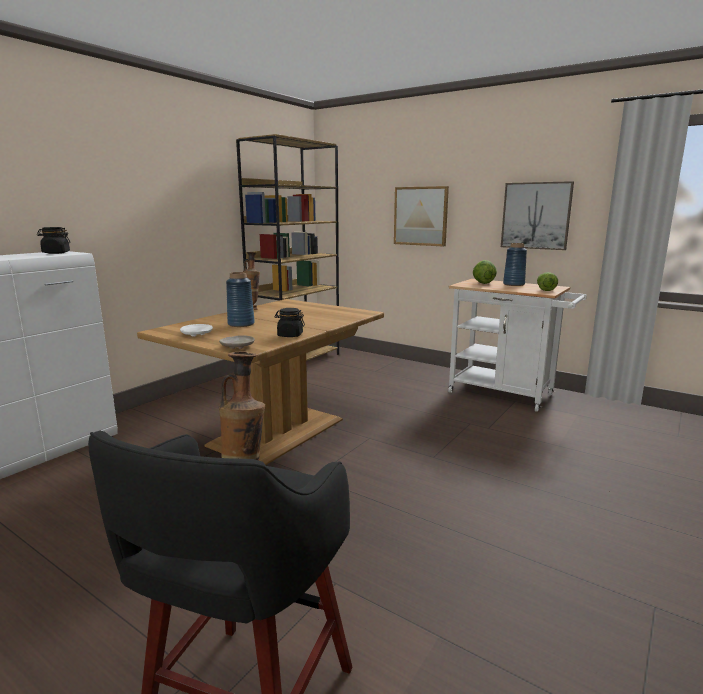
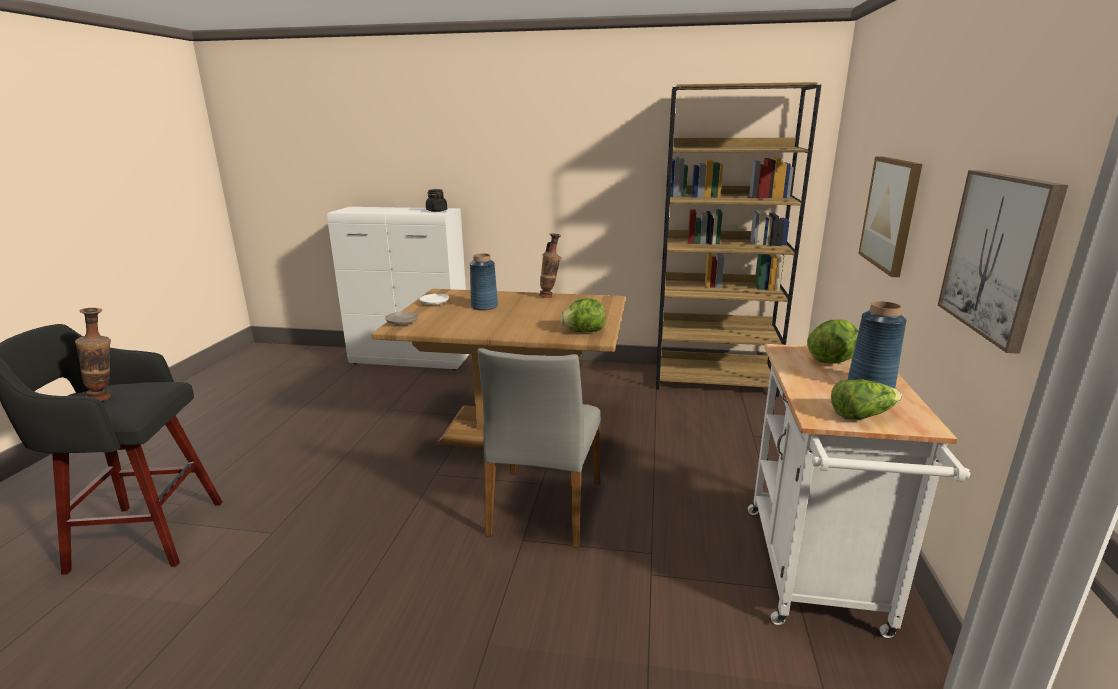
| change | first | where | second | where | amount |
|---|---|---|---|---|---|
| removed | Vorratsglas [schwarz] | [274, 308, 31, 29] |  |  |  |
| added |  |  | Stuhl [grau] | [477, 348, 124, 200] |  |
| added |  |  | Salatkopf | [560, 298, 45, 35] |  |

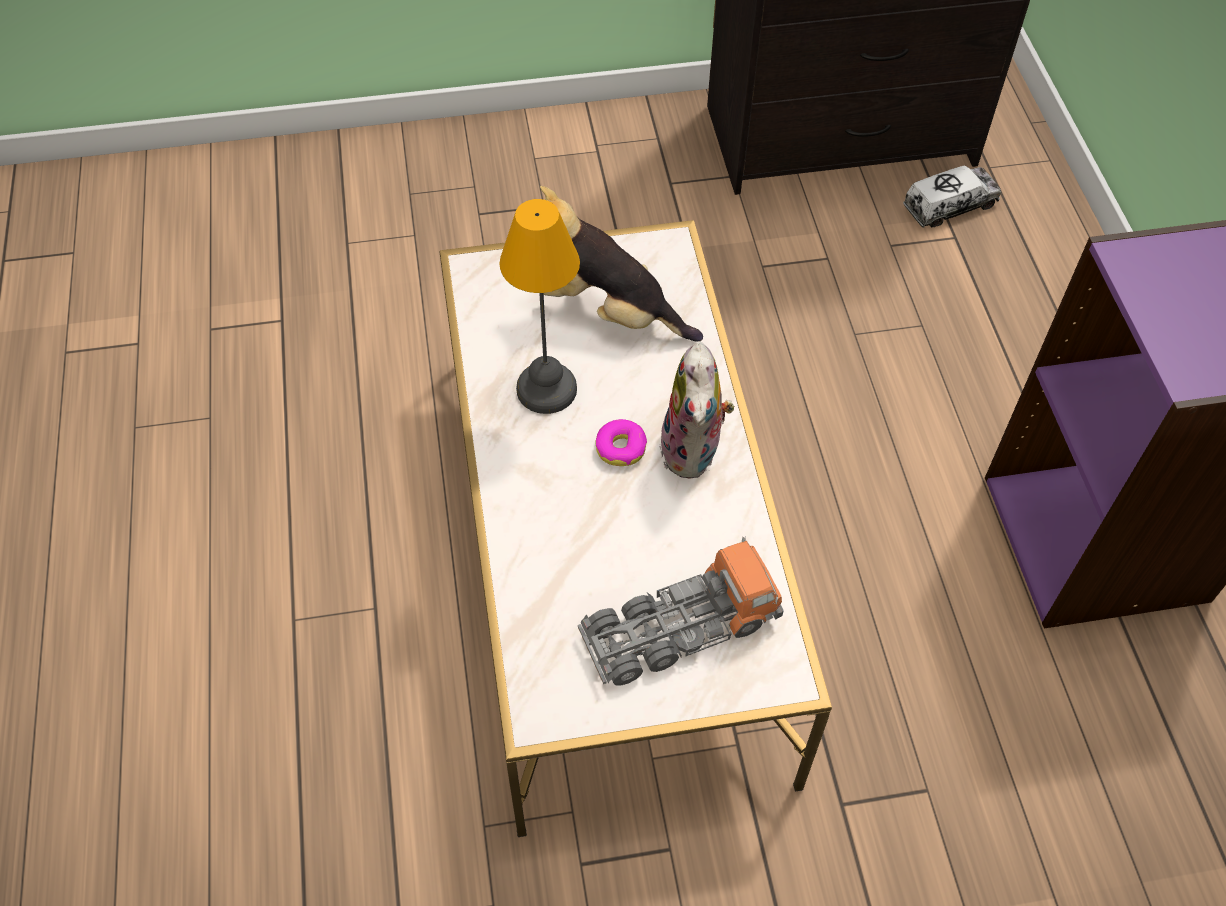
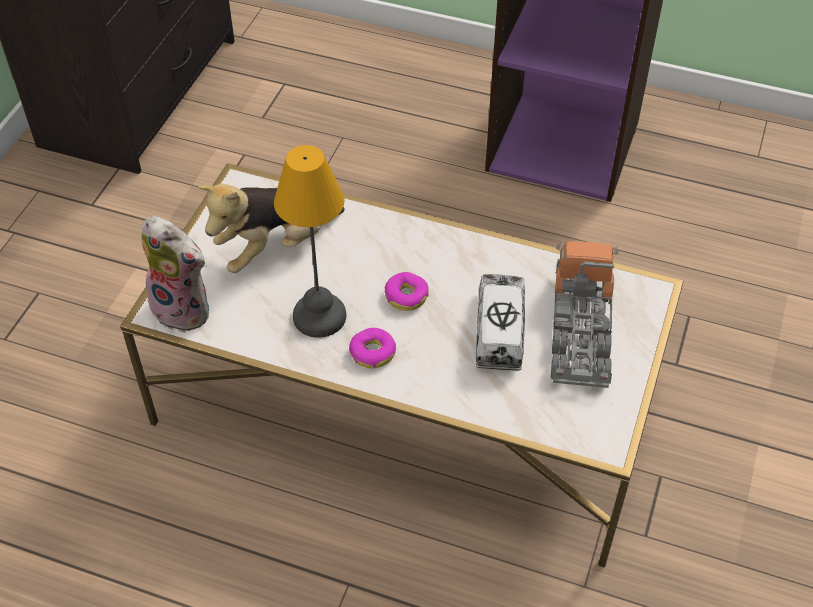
| change | first | where | second | where | amount |
|---|---|---|---|---|---|
| added |  |  | Donut | [349, 328, 47, 40] |  |
| moved | Plüschtier | [660, 341, 75, 138] |  | [141, 216, 68, 117] |  |
| moved | Spielzeuglaster | [903, 165, 98, 63] |  | [476, 274, 49, 97] |  |

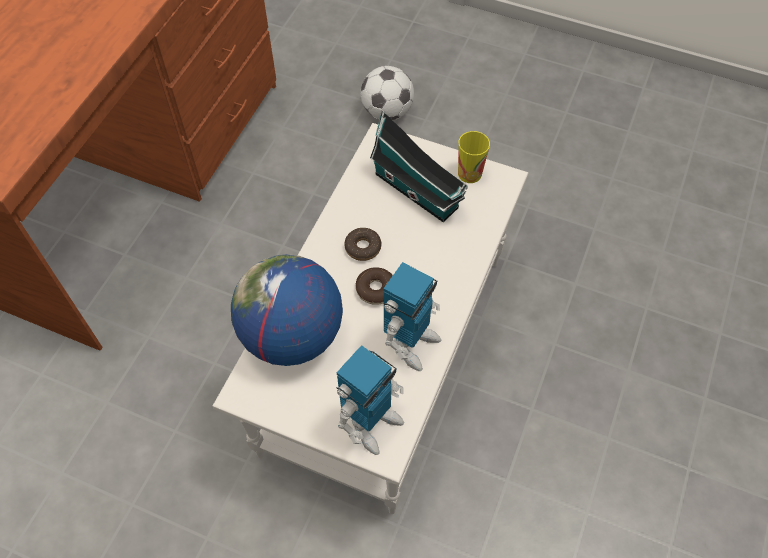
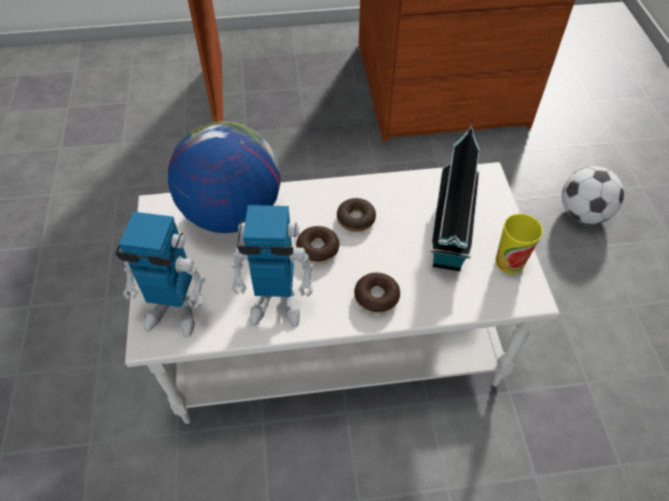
| change | first | where | second | where | amount |
|---|---|---|---|---|---|
| added |  |  | Donut | [354, 273, 46, 41] |  |

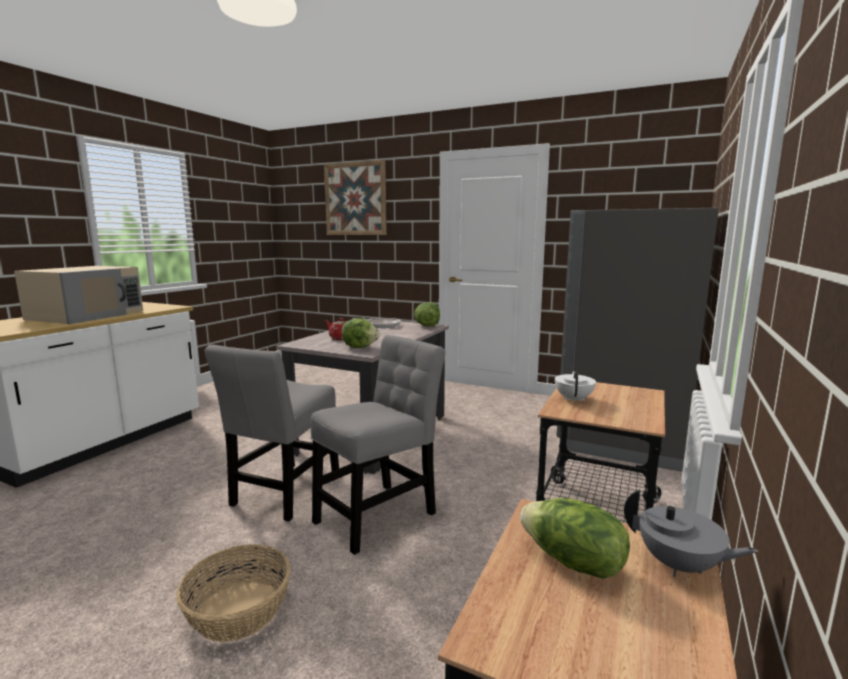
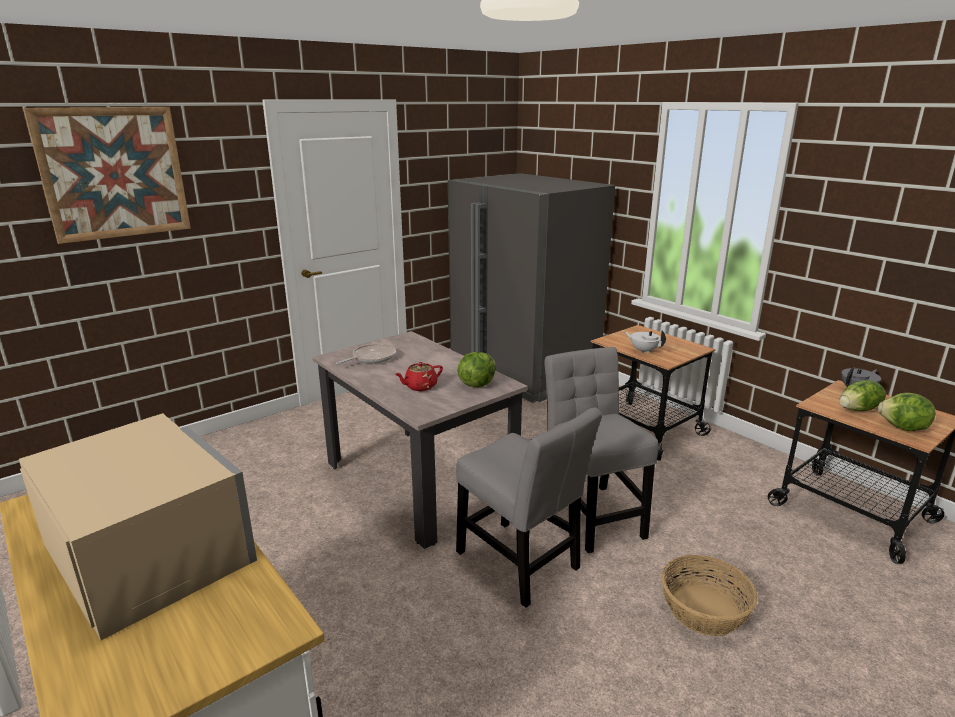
| change | first | where | second | where | amount |
|---|---|---|---|---|---|
| moved | Salatkopf | [414, 302, 26, 25] |  | [878, 393, 57, 38] |  |

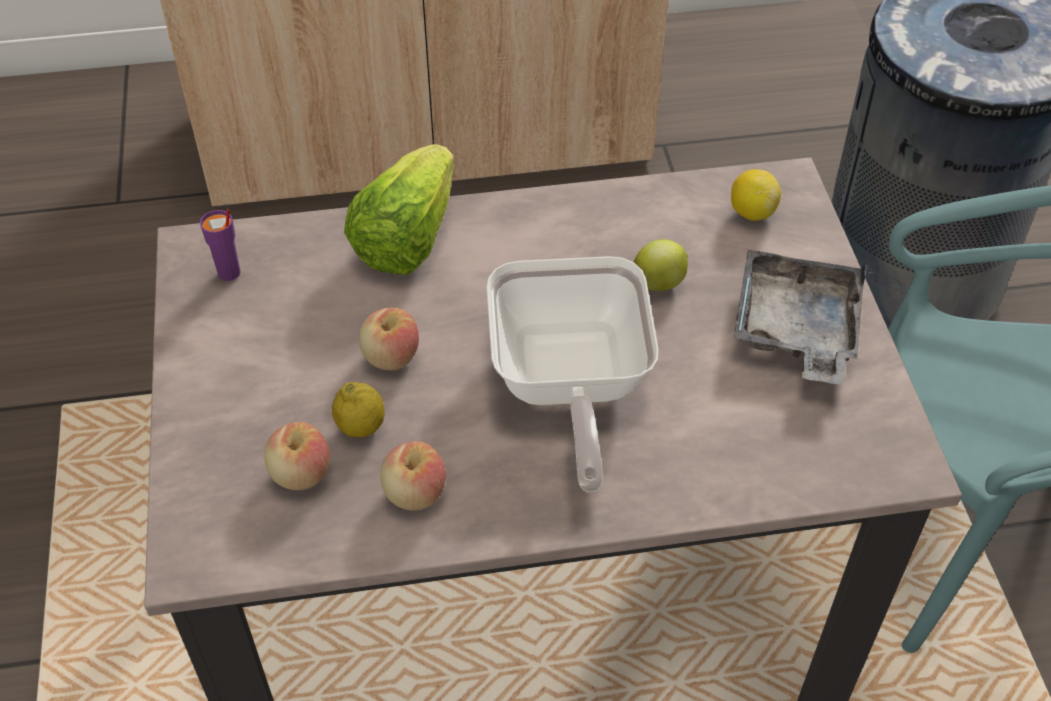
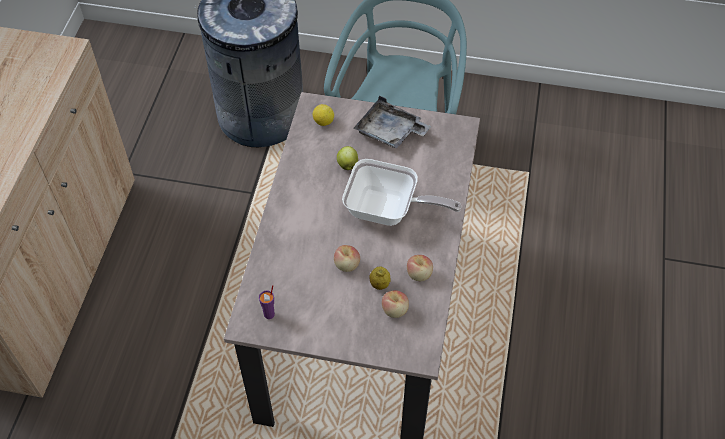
| change | first | where | second | where | amount |
|---|---|---|---|---|---|
| removed | Salatkopf | [344, 144, 110, 130] |  |  |  |

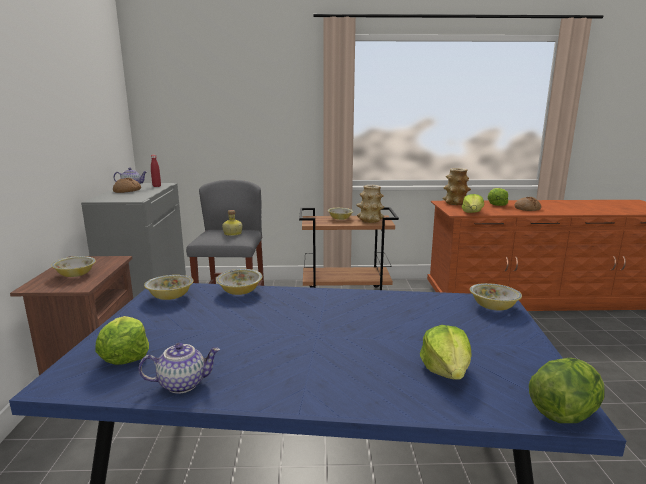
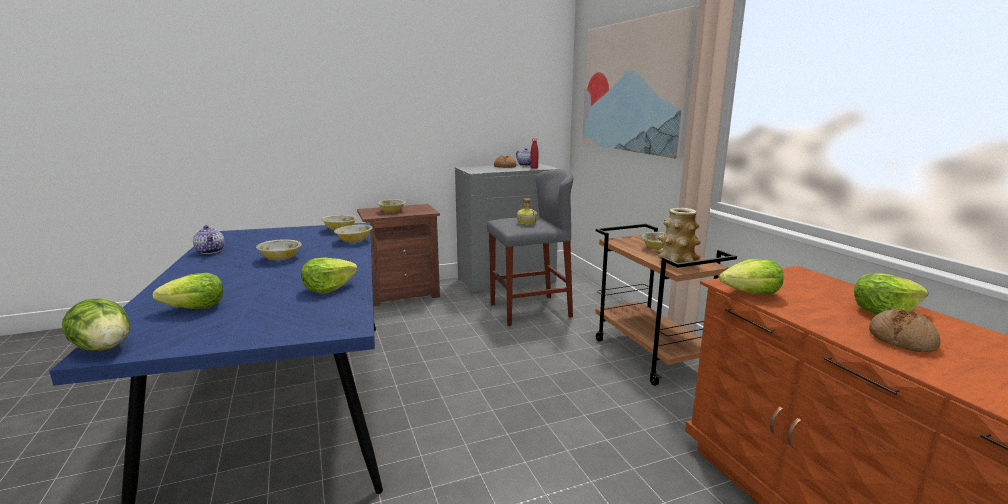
| change | first | where | second | where | amount |
|---|---|---|---|---|---|
| removed | Vase | [442, 168, 29, 37] |  |  |  |
| added |  |  | Bild | [582, 7, 112, 151] |  |
| moved | Salatkopf | [95, 316, 54, 49] |  | [301, 258, 57, 36] |  |
| moved | Schüssel | [470, 283, 52, 28] |  | [256, 240, 46, 20] |  |

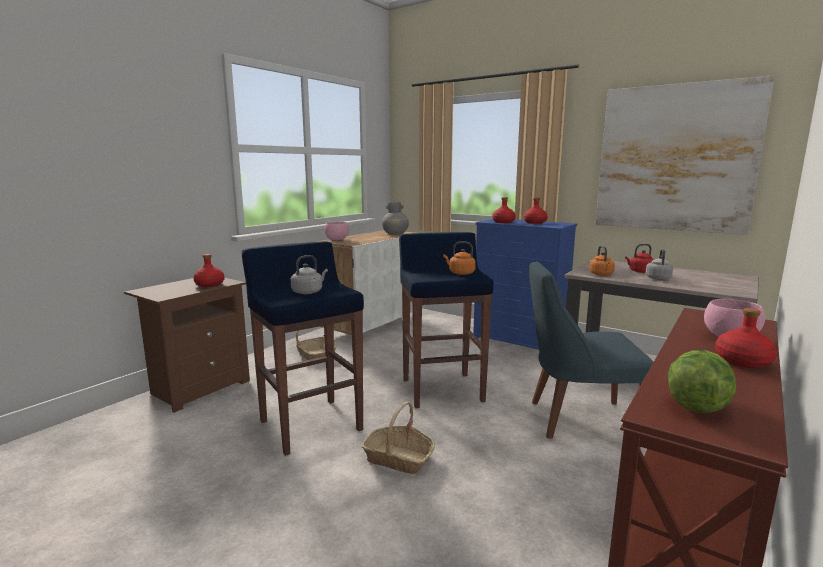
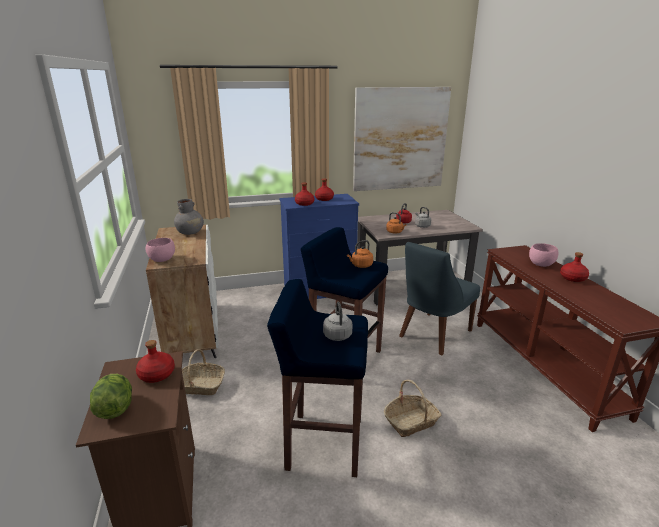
| change | first | where | second | where | amount |
|---|---|---|---|---|---|
| moved | Salatkopf | [668, 350, 68, 63] |  | [90, 374, 42, 45] |  |

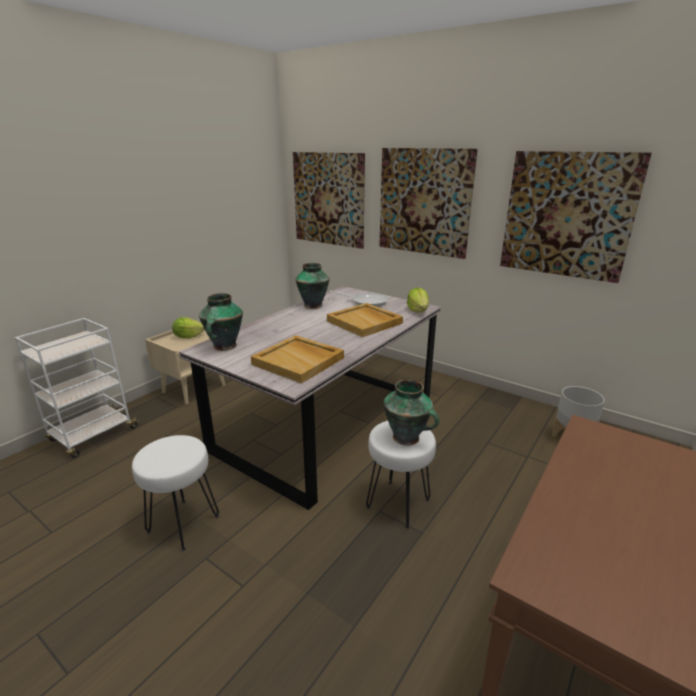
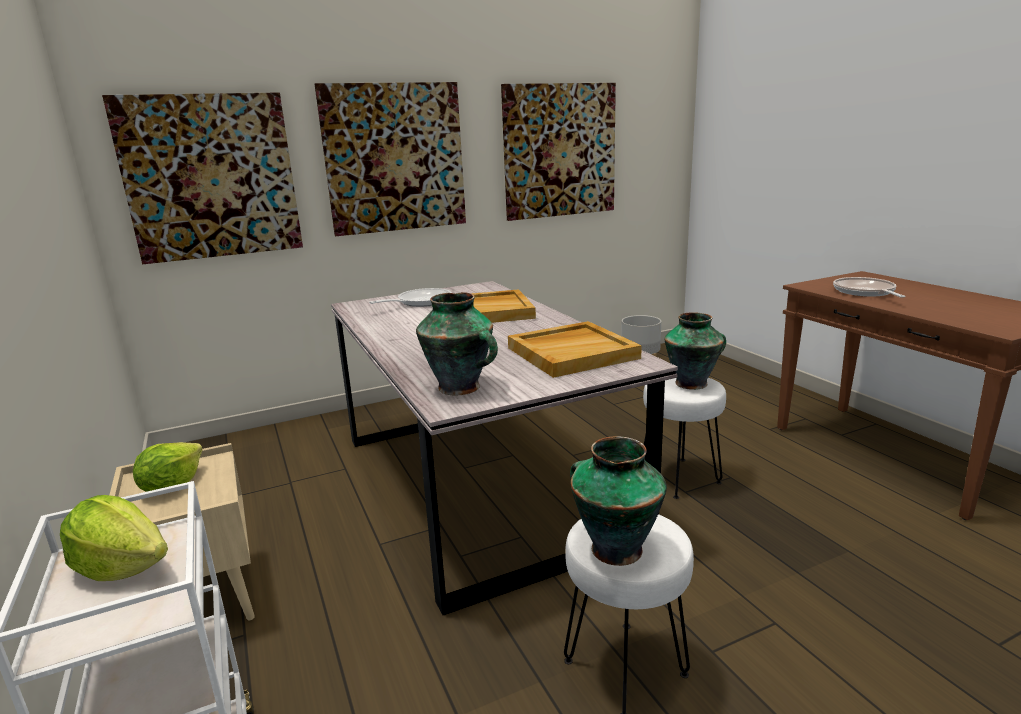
| change | first | where | second | where | amount |
|---|---|---|---|---|---|
| added |  |  | Pfanne | [833, 277, 73, 21] |  |
| moved | Vase | [295, 263, 35, 46] |  | [570, 436, 97, 130] |  |
| moved | Salatkopf | [407, 288, 22, 25] |  | [60, 495, 108, 86] |  |

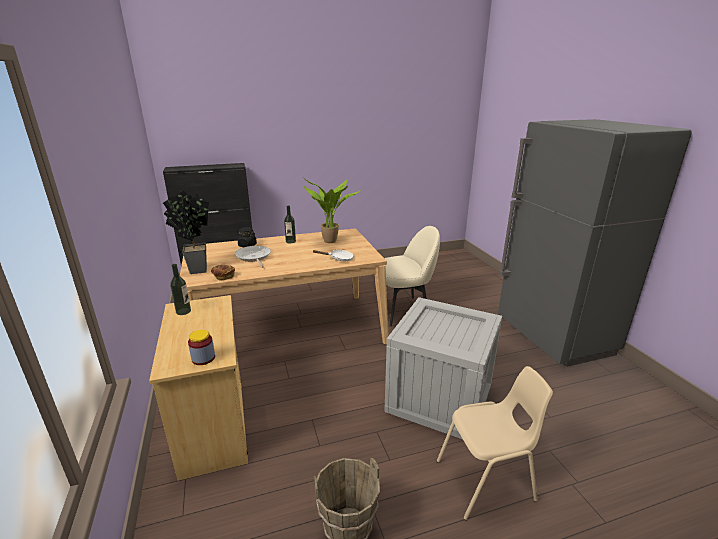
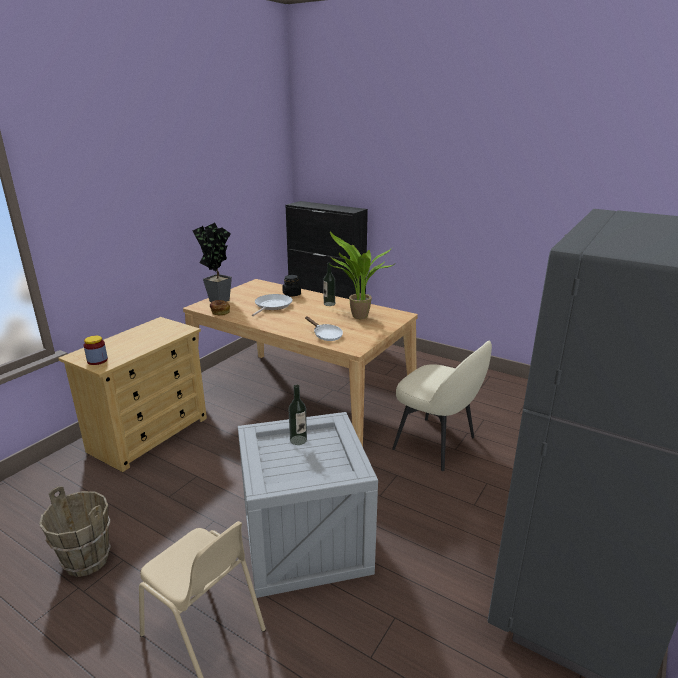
| change | first | where | second | where | amount |
|---|---|---|---|---|---|
| moved | Flasche | [170, 264, 21, 51] |  | [289, 385, 18, 60] |  |

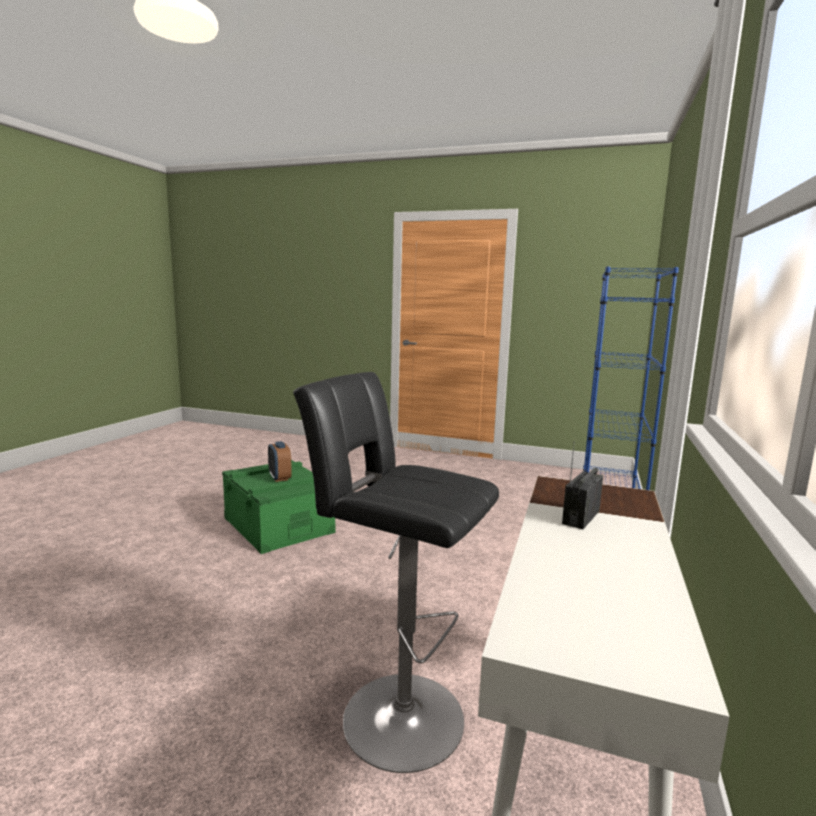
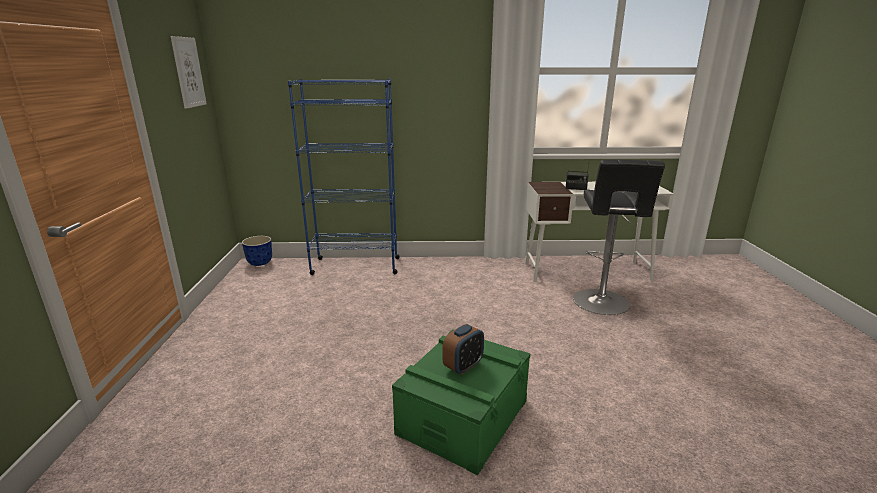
| change | first | where | second | where | amount |
|---|---|---|---|---|---|
| added |  |  | Bild | [171, 36, 36, 73] |  |
| added |  |  | Pflanzkübel | [242, 236, 30, 30] |  |

